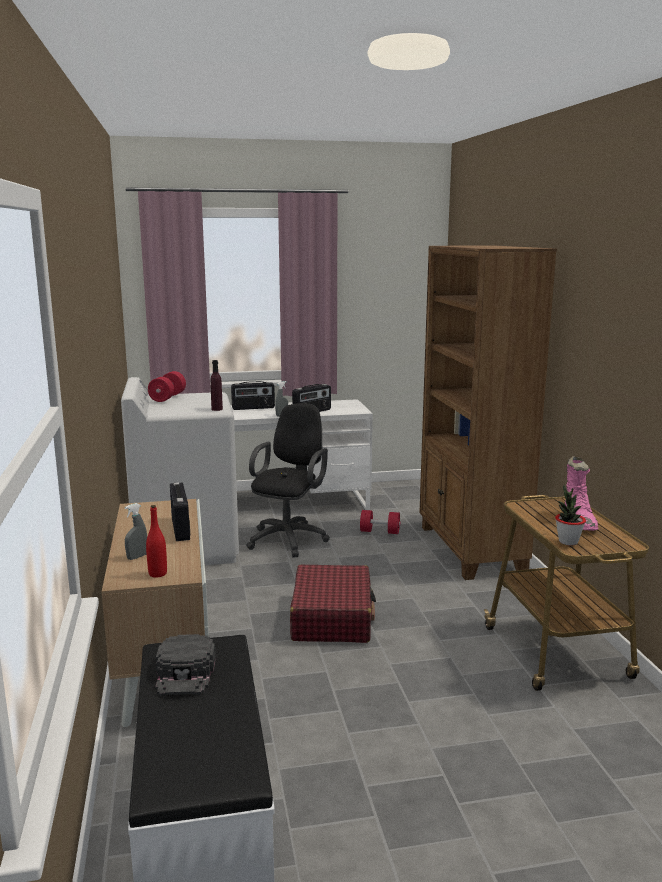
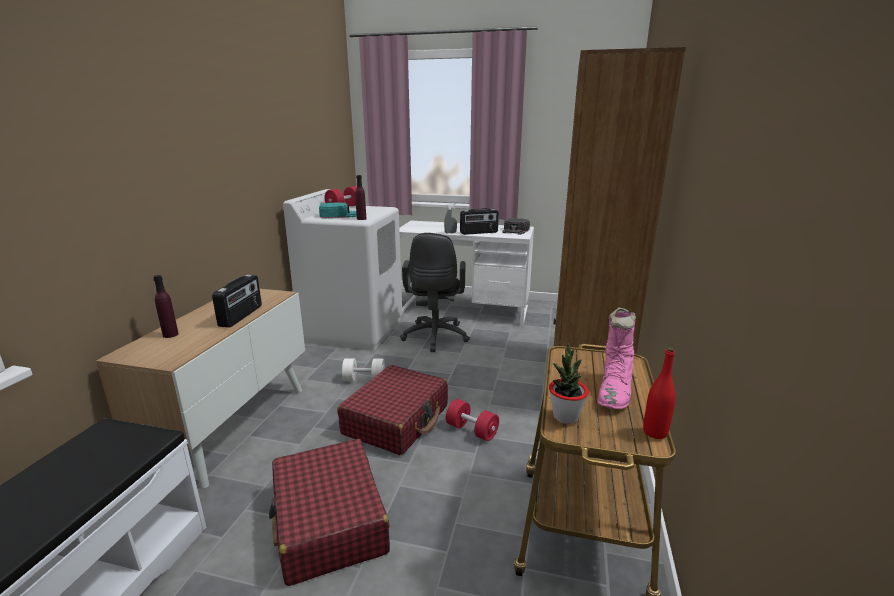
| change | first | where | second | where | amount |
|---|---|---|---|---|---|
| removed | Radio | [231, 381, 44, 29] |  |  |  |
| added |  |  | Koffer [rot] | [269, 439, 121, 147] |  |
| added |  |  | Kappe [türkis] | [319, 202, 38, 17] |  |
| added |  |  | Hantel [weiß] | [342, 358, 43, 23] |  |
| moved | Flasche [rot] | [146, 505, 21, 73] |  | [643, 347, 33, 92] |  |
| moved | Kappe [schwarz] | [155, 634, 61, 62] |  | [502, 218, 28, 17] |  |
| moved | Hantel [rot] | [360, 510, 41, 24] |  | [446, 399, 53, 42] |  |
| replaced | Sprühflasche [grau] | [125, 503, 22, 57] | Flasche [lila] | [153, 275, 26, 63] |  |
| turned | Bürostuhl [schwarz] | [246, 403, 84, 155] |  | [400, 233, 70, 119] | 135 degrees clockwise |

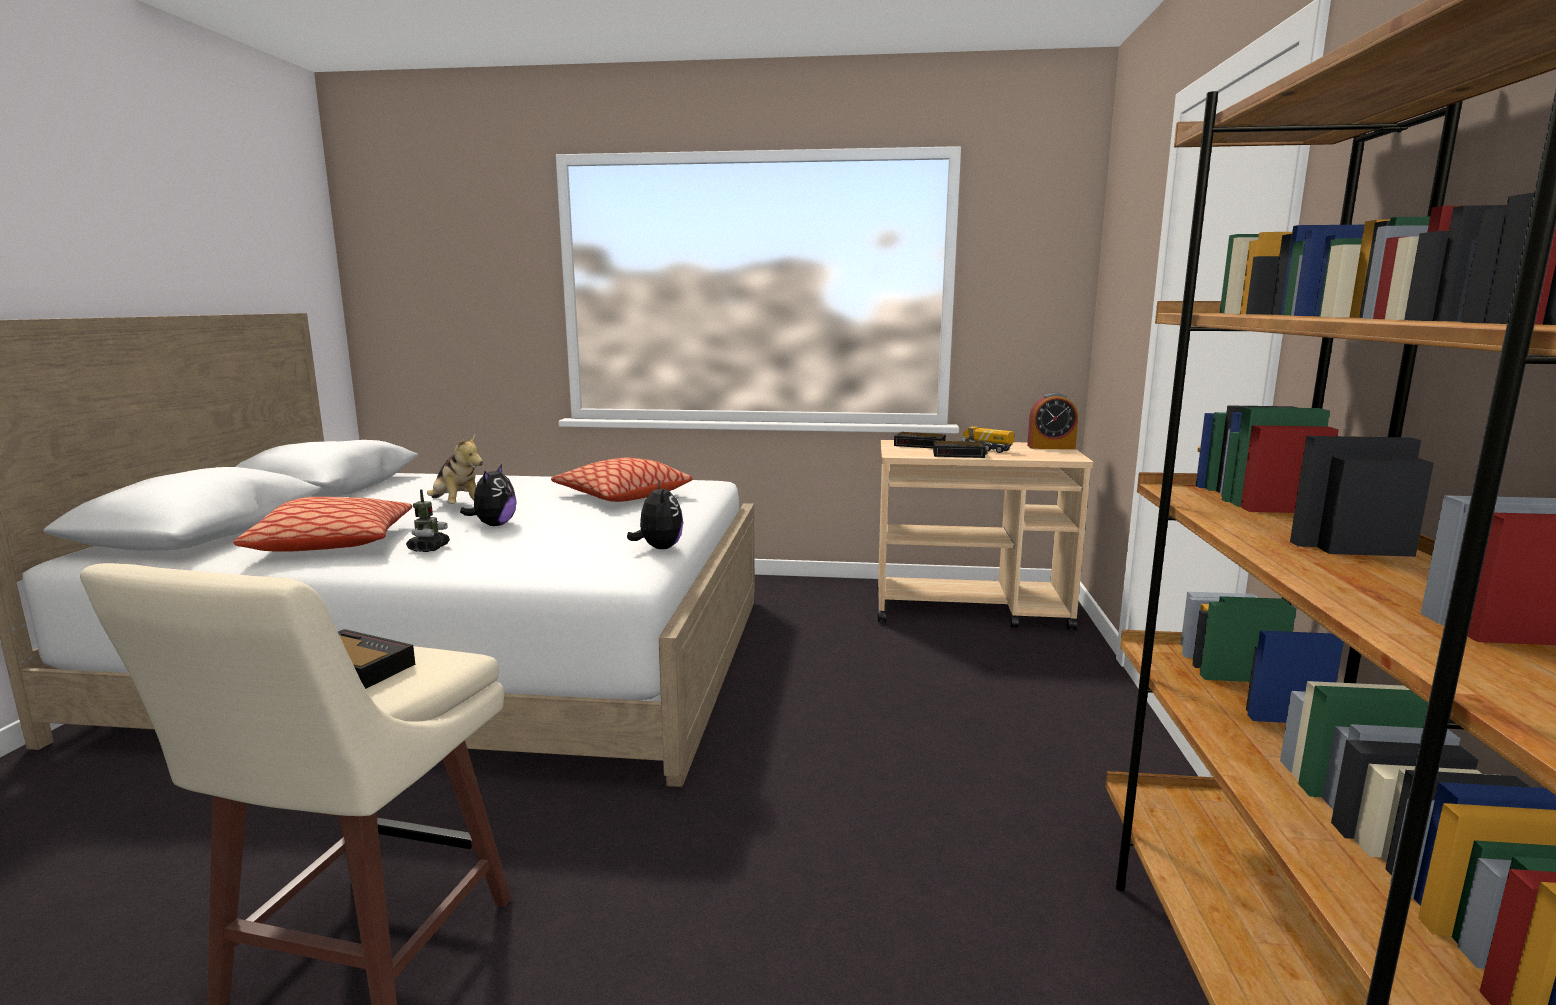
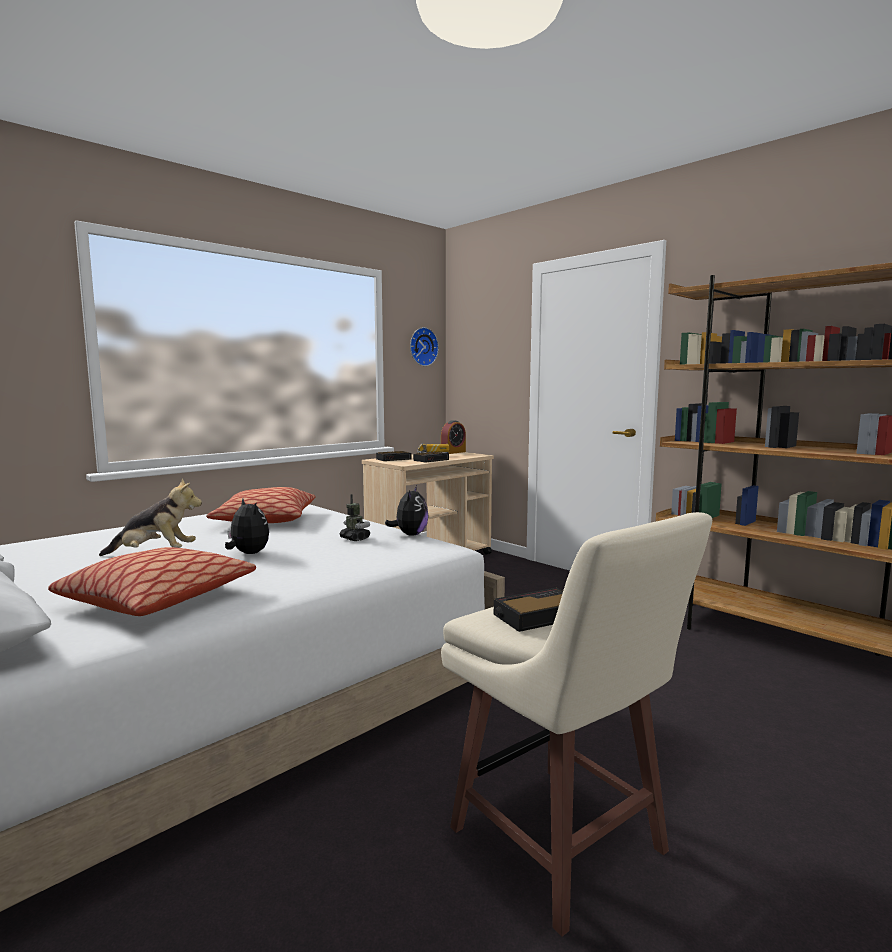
| change | first | where | second | where | amount |
|---|---|---|---|---|---|
| added |  |  | Wanduhr | [410, 327, 29, 39] |  |
| moved | Spielzeugroboter | [406, 490, 44, 62] |  | [340, 494, 30, 47] |  |
| turned | Plüschtier | [627, 481, 56, 68] |  | [385, 486, 44, 50] | 75 degrees clockwise |

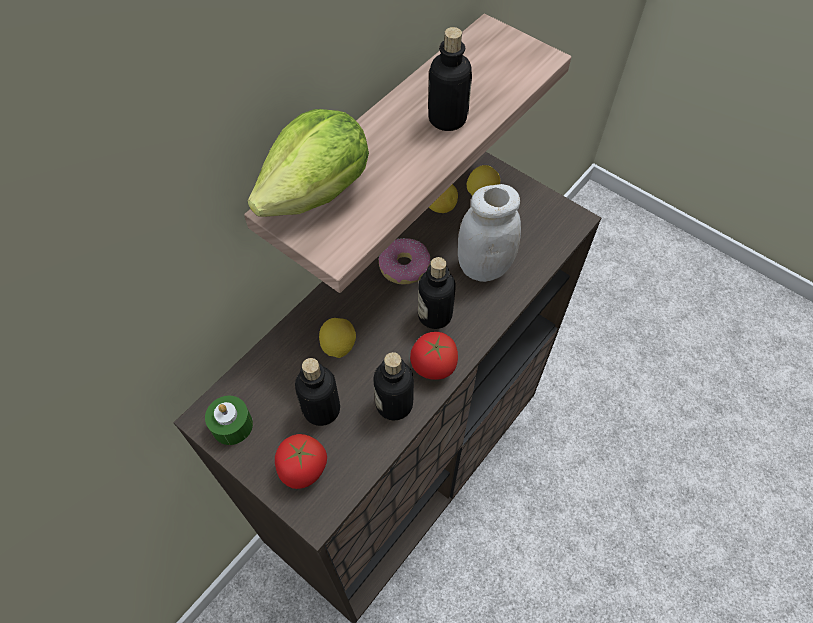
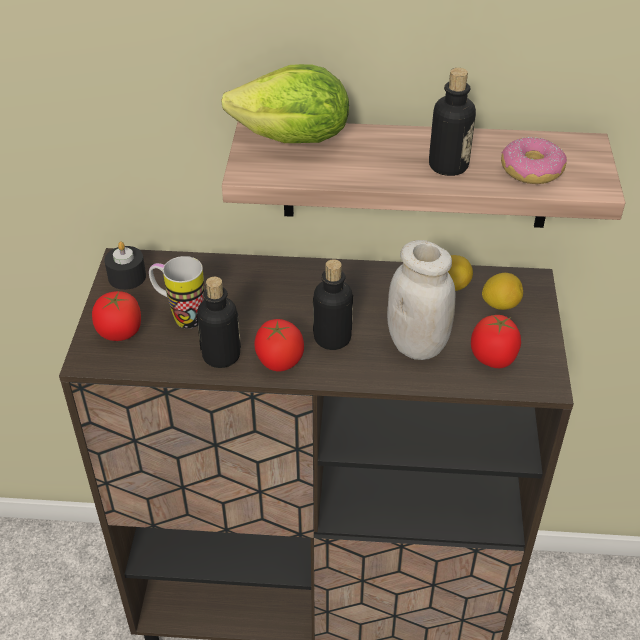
| change | first | where | second | where | amount |
|---|---|---|---|---|---|
| removed | Zitrone | [319, 318, 37, 40] |  |  |  |
| added |  |  | Tomate | [471, 315, 50, 53] |  |
| moved | Donut | [379, 238, 51, 47] |  | [501, 137, 66, 47] |  |
| replaced | Flasche | [295, 358, 45, 68] | Henkelbecher | [149, 256, 56, 72] |  |
| recoloured | Kerze [grün] | [205, 396, 48, 49] | Kerze [schwarz] | [104, 241, 42, 49] |  |

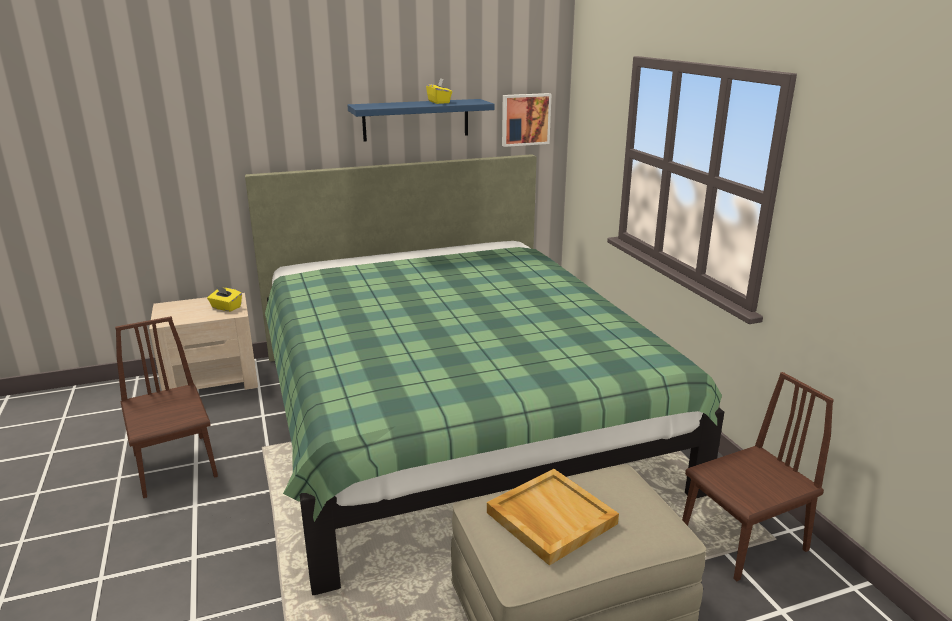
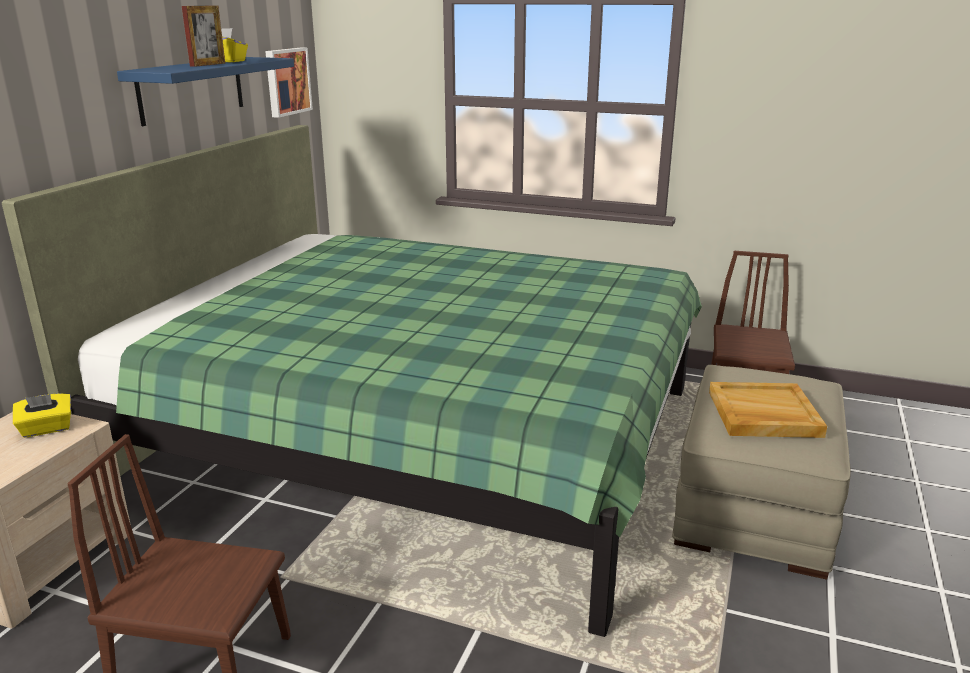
| change | first | where | second | where | amount |
|---|---|---|---|---|---|
| added |  |  | Bilderrahmen | [182, 5, 43, 62] |  |

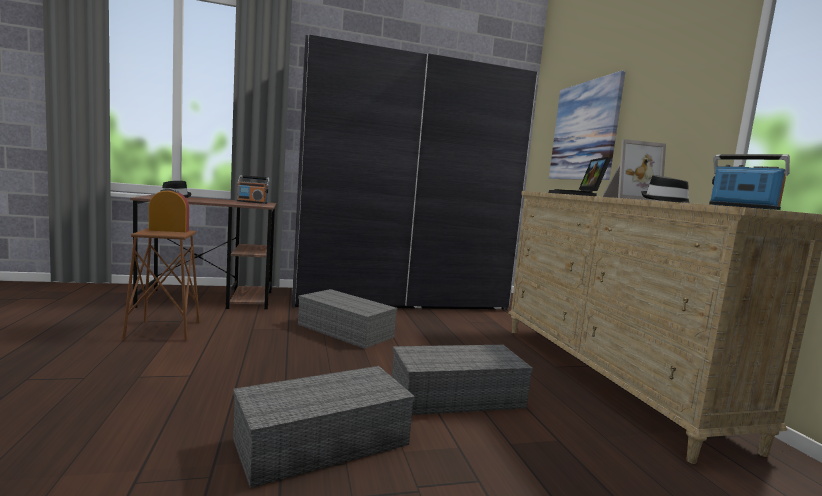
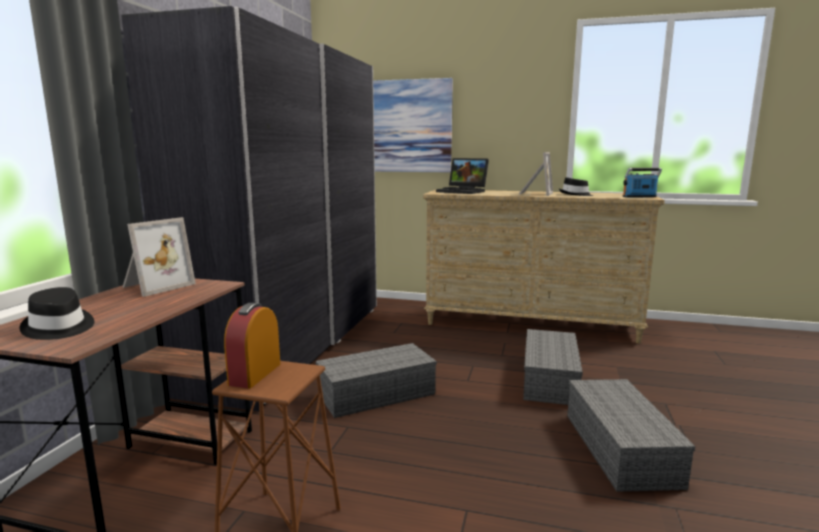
| change | first | where | second | where | amount |
|---|---|---|---|---|---|
| replaced | Radio | [237, 175, 33, 29] | Bilderrahmen | [123, 217, 73, 80] |  |

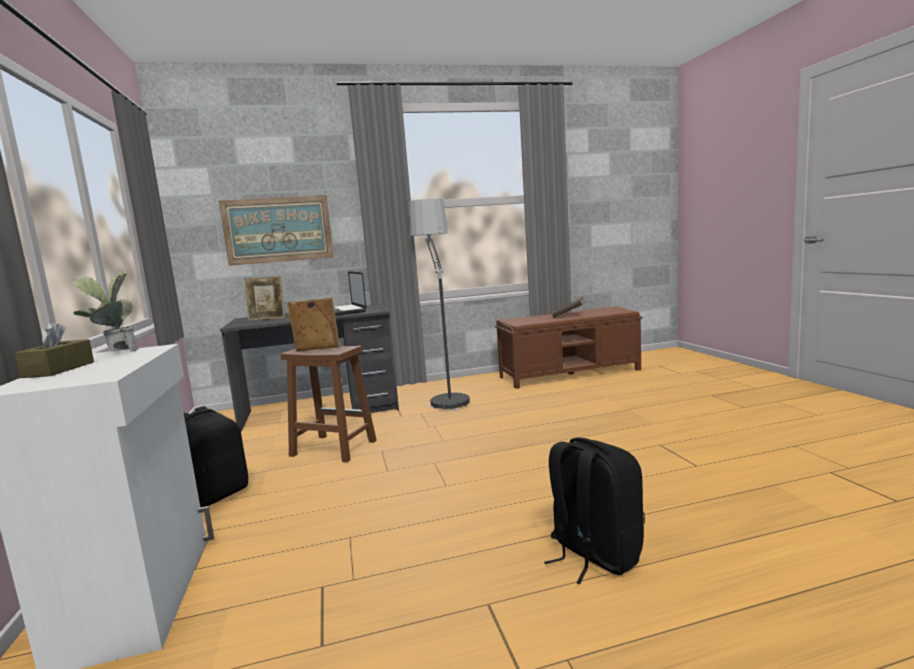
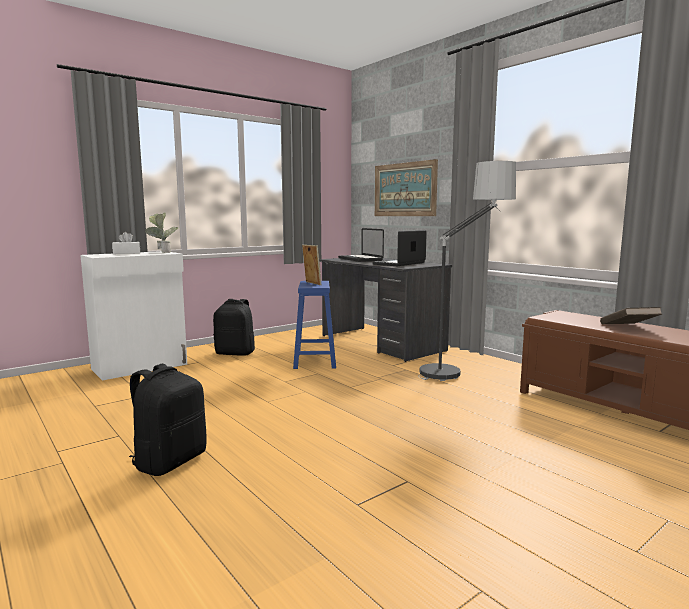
| change | first | where | second | where | amount |
|---|---|---|---|---|---|
| replaced | Bilderrahmen | [244, 276, 41, 45] | Laptop | [338, 228, 46, 34] |  |
| recoloured | Taschentuchbox [braun] | [15, 321, 79, 57] | Taschentuchbox [weiß] | [112, 232, 28, 22] |  |
| recoloured | Hocker [braun] | [281, 346, 96, 117] | Hocker [blau] | [293, 281, 43, 88] |  |

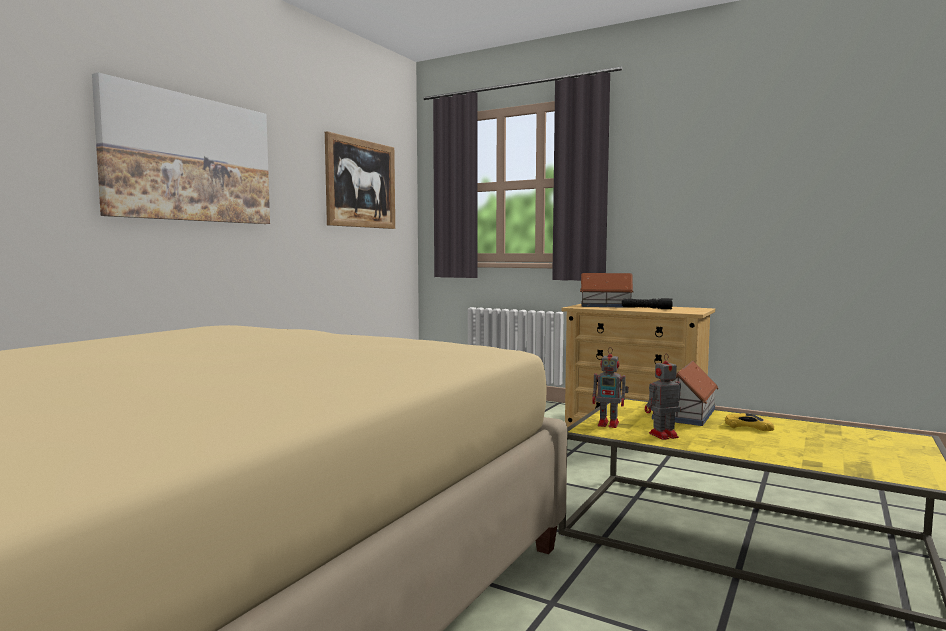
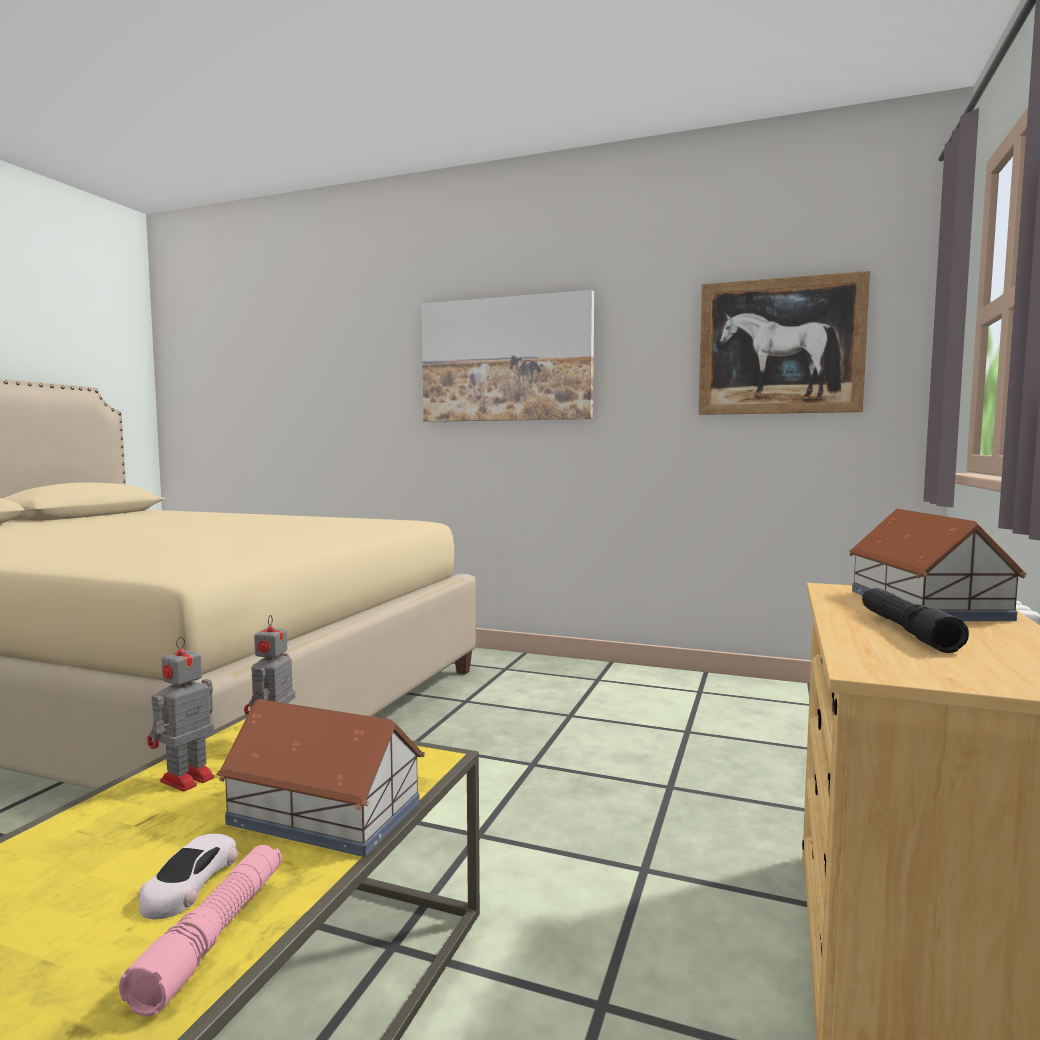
| change | first | where | second | where | amount |
|---|---|---|---|---|---|
| added |  |  | Taschenlampe [rosa] | [119, 845, 163, 171] |  |
| recoloured | Spielzeugauto [gelb] | [725, 413, 49, 18] | Spielzeugauto [weiß] | [138, 834, 100, 85] |  |
| turned | Spielzeugroboter | [645, 353, 36, 87] |  | [147, 636, 68, 155] | 120 degrees counterclockwise |

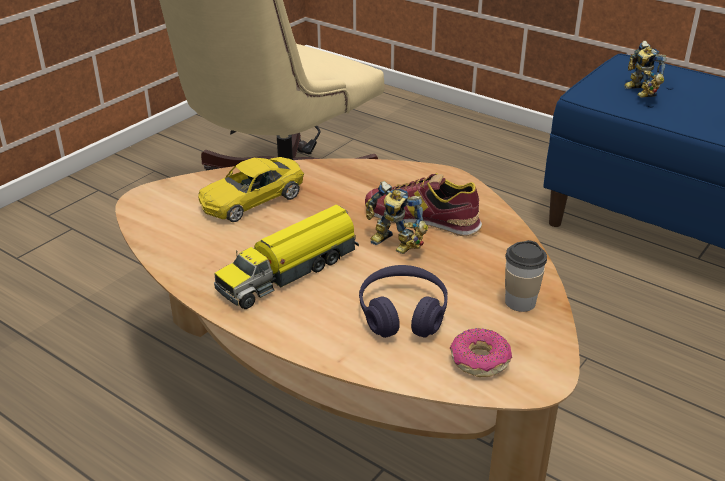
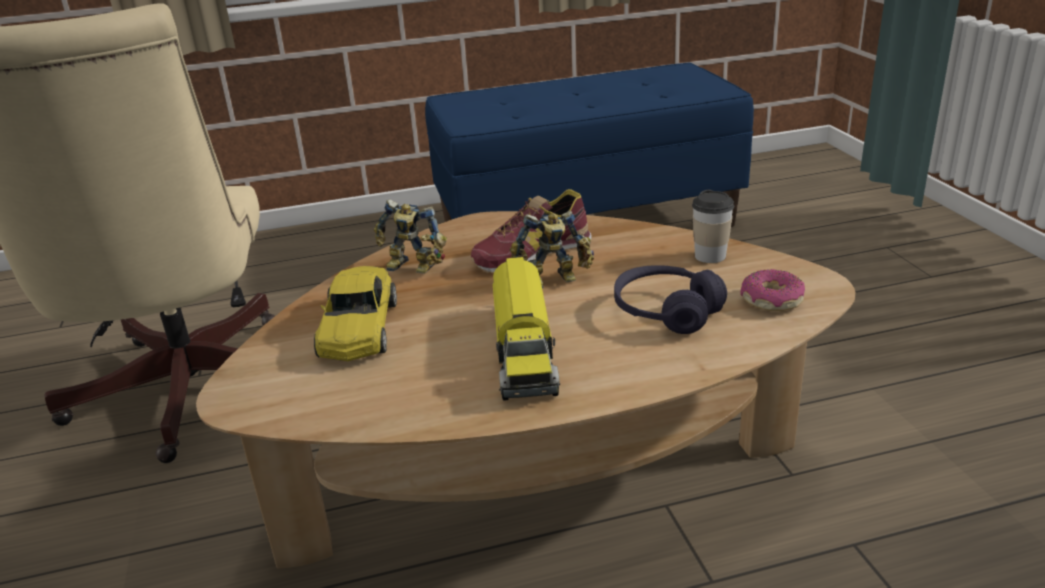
| change | first | where | second | where | amount |
|---|---|---|---|---|---|
| moved | Spielzeugroboter | [624, 41, 43, 57] |  | [374, 199, 73, 75] |  |

